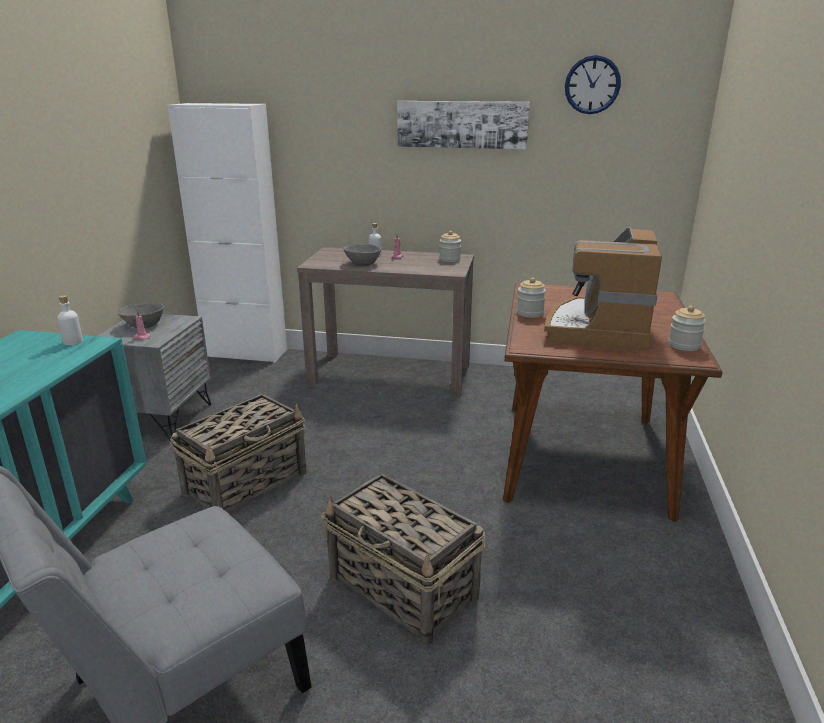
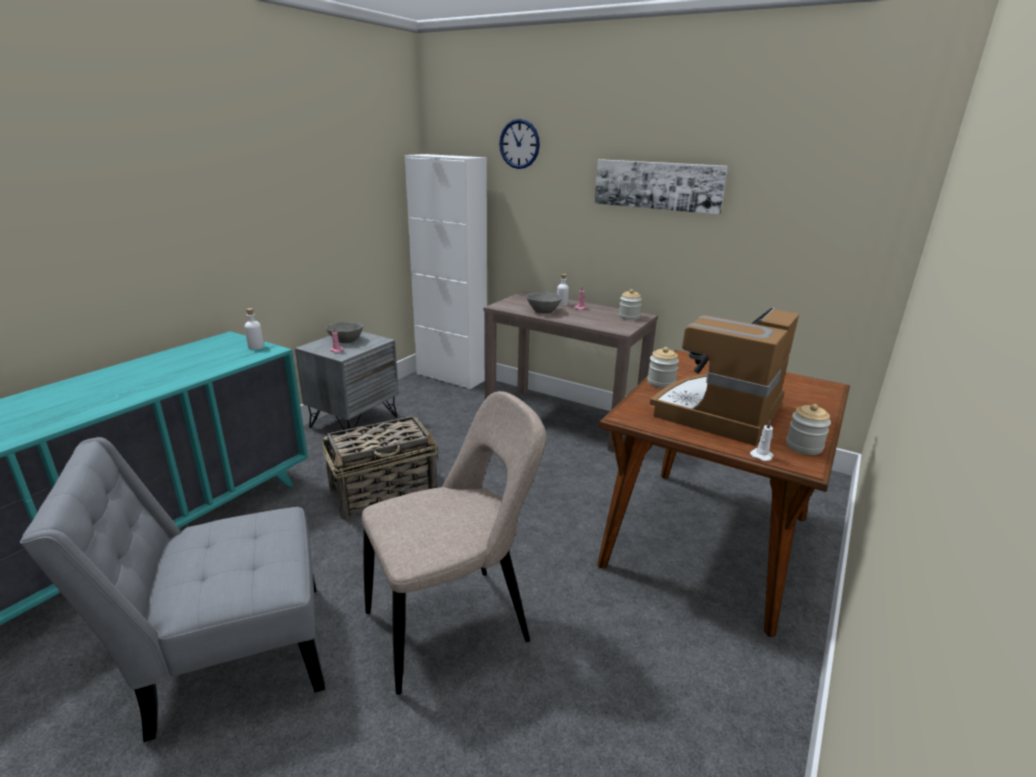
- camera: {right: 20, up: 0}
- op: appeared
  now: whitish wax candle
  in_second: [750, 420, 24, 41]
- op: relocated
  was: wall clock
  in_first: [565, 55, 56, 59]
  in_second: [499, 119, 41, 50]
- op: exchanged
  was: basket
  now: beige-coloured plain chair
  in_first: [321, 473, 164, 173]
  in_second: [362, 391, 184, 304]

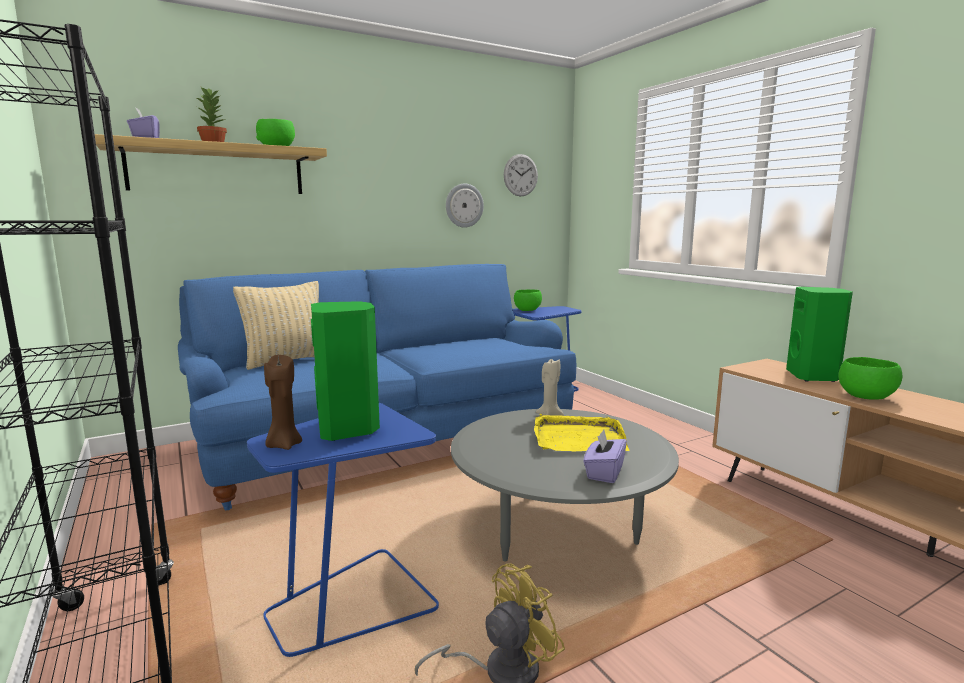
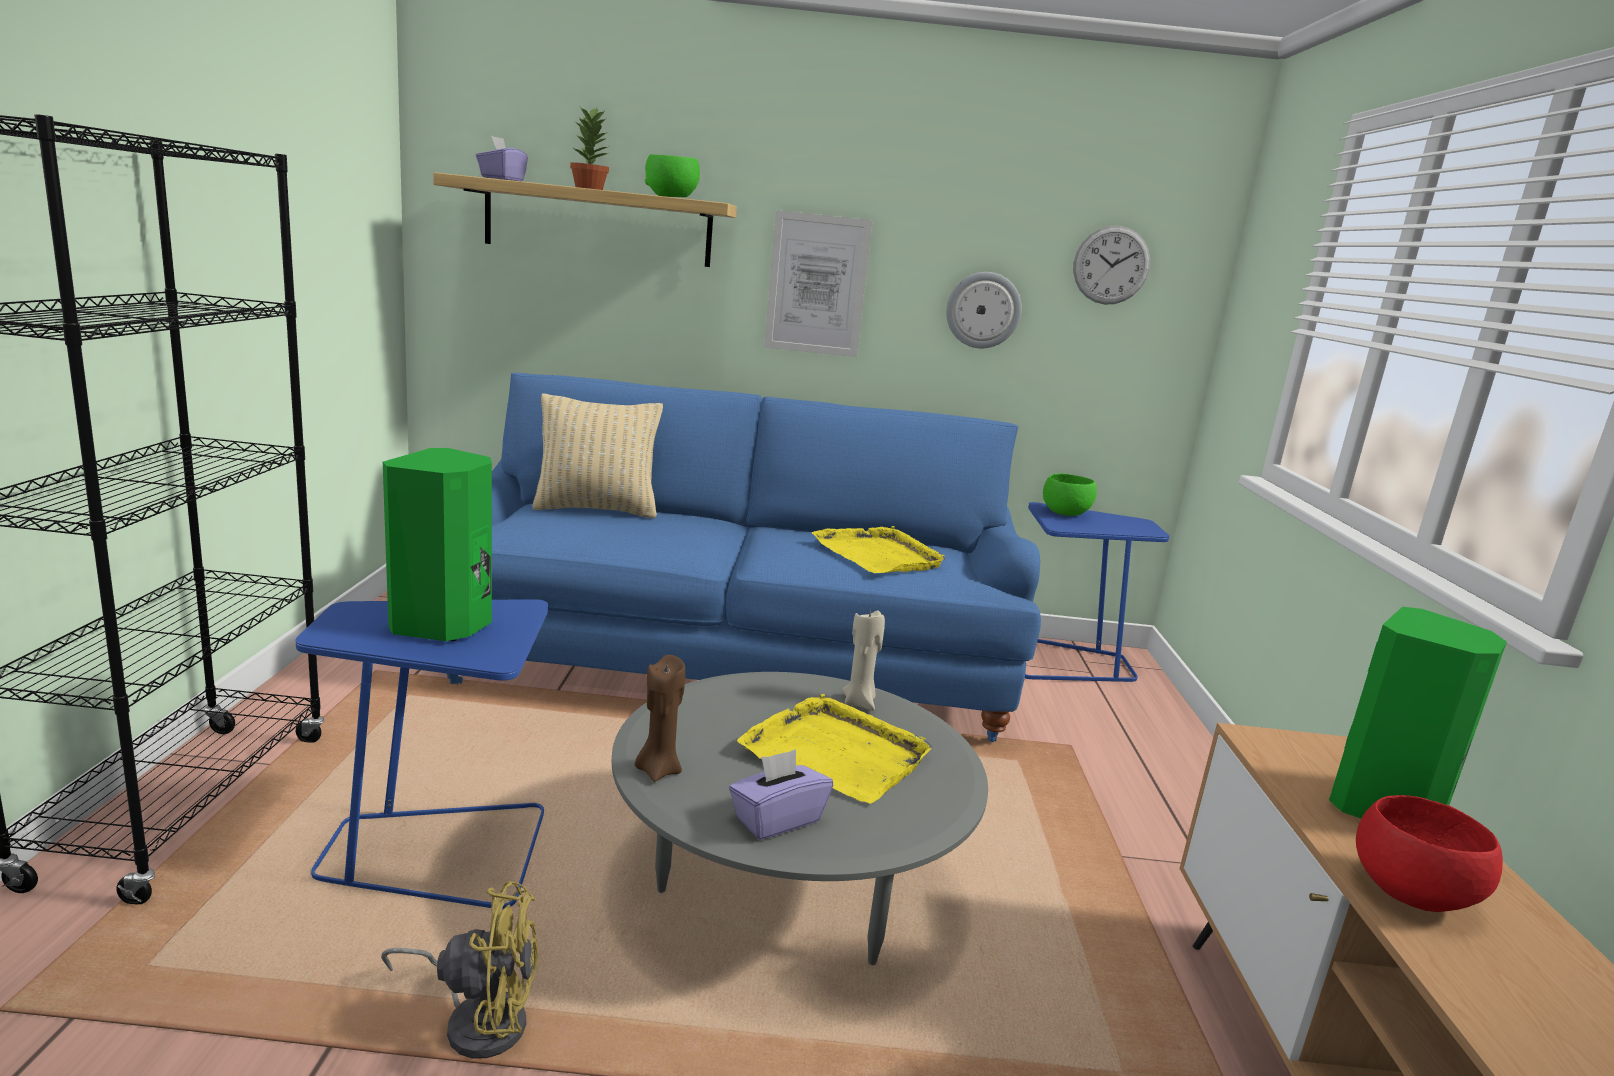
- camera: {right: 30, up: 5}
- op: appeared
  now: wall picture
  in_second: [764, 210, 108, 147]
- op: appeared
  now: yellow serving tray
  in_second: [812, 526, 133, 47]
- op: relocated
  was: brown wax candle
  in_first: [264, 355, 38, 95]
  in_second: [635, 655, 50, 127]
- op: colour
  was: green serving bowl
  now: red serving bowl
  in_first: [838, 357, 64, 43]
  in_second: [1356, 795, 147, 117]

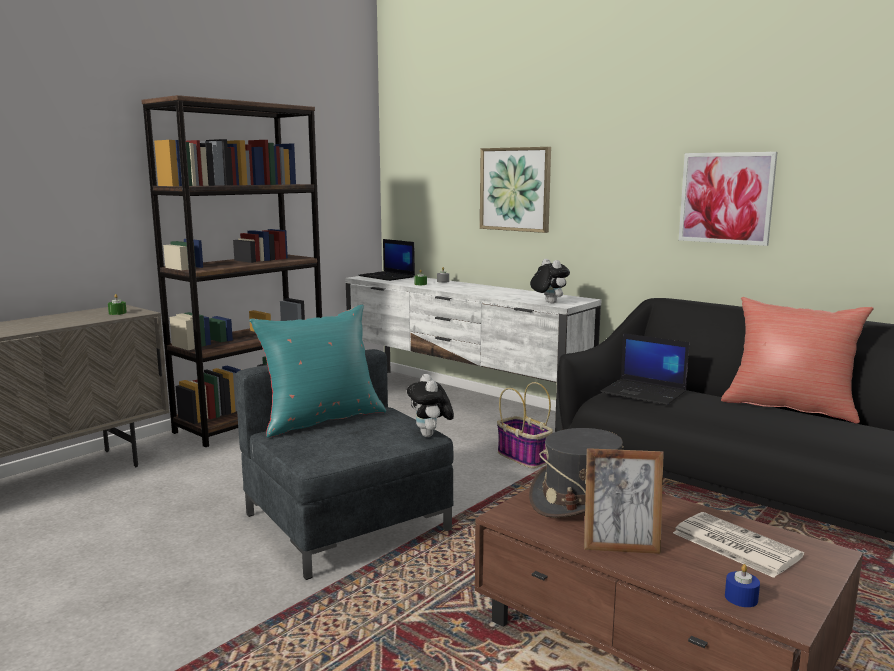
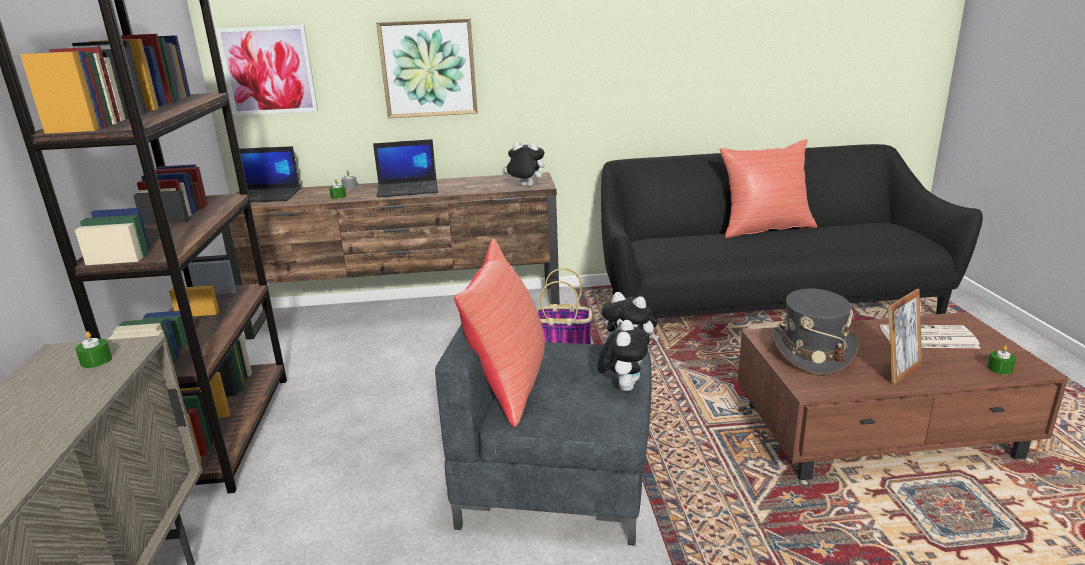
- camera: {right: -45, up: 10}
- op: appeared
  now: soft toy
  in_second: [598, 320, 52, 71]
- op: relocated
  was: notebook computer
  in_first: [600, 333, 89, 72]
  in_second: [373, 139, 65, 59]
- op: relocated
  was: wall picture
  in_first: [679, 152, 98, 94]
  in_second: [216, 25, 102, 91]
- op: colour
  was: blue-green throw pillow
  now: red throw pillow
  in_first: [249, 304, 137, 134]
  in_second: [454, 239, 91, 188]
- op: colour
  was: whitish tv stand
  now: brown tv stand
  in_first: [345, 276, 256, 156]
  in_second: [222, 172, 338, 168]
- op: colour
  was: blue-coloured wax candle
  now: green wax candle
  in_first: [725, 564, 35, 43]
  in_second: [987, 345, 29, 30]

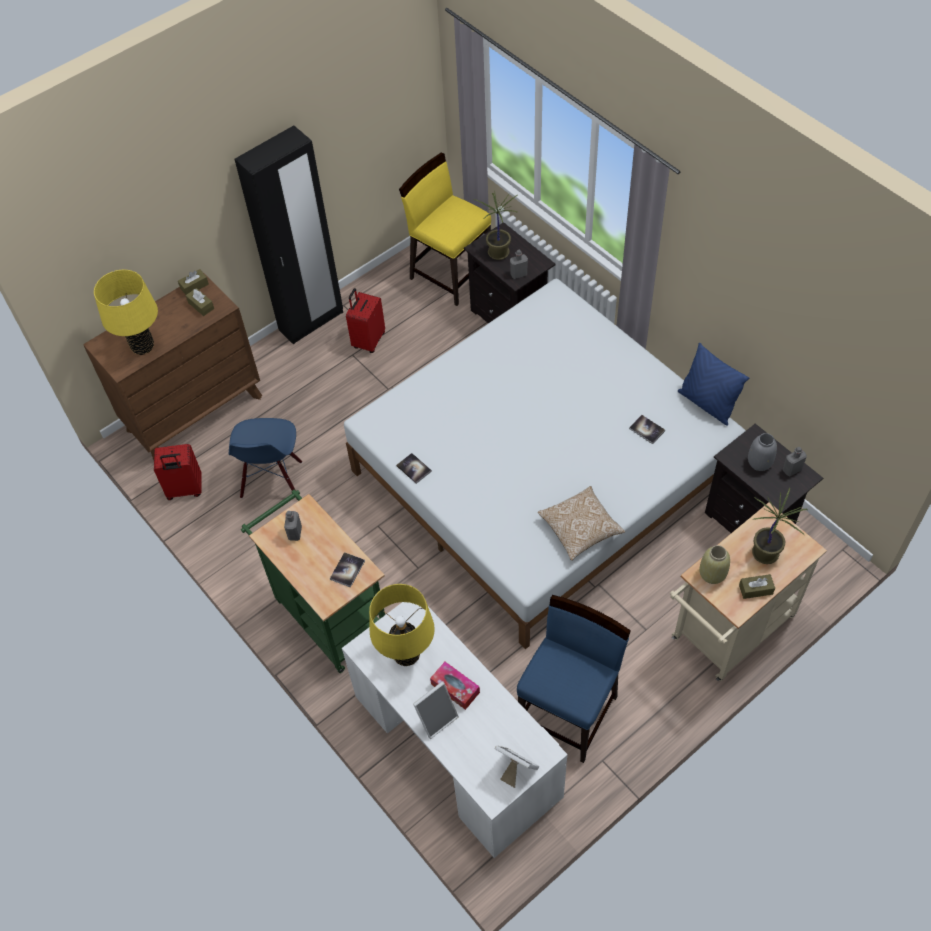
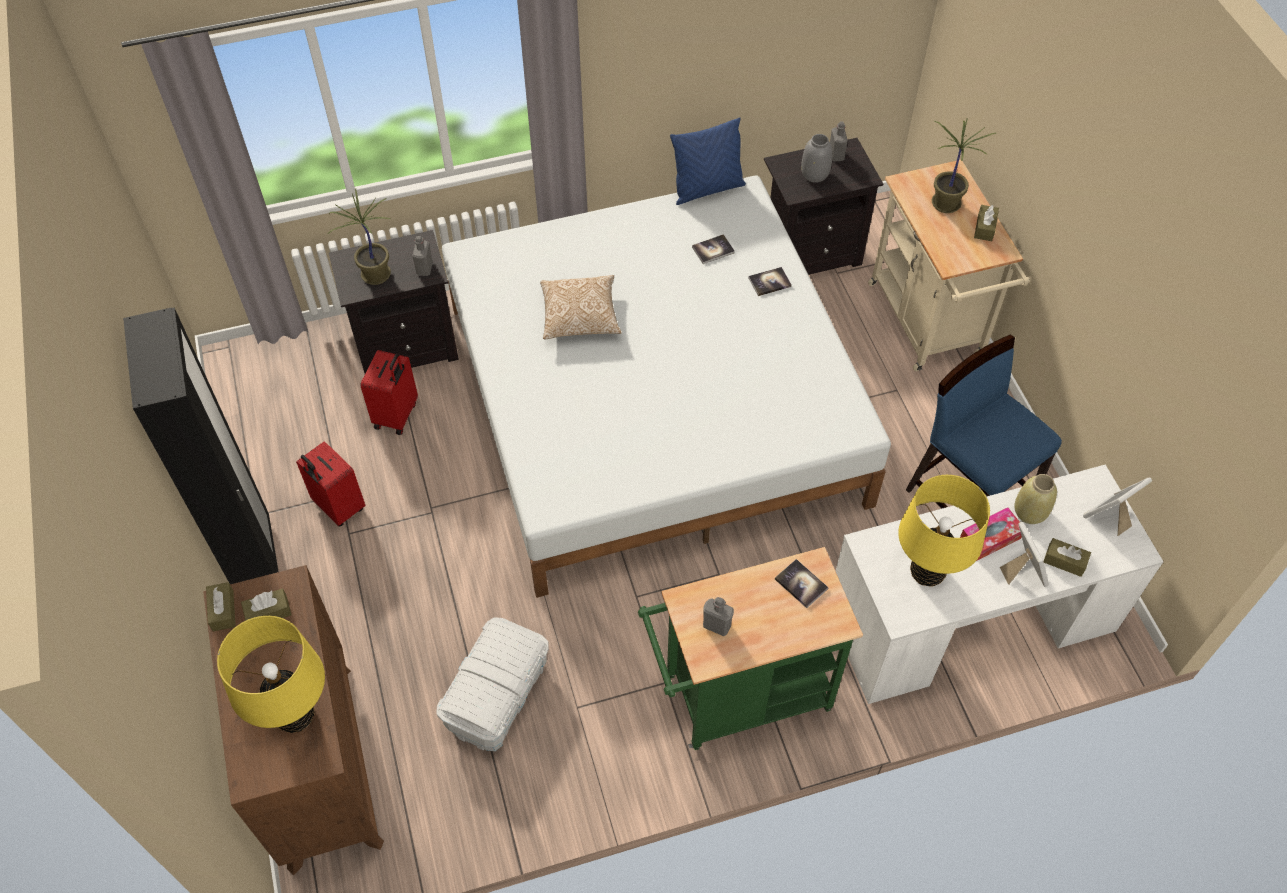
- camera: {right: -70, up: 0}
- op: missing
  was: yellow plain chair
  in_first: [399, 152, 92, 154]
- op: appeared
  now: brown tissue box
  in_second: [1043, 538, 48, 39]
- op: relocated
  was: red piece of luggage
  in_first: [154, 444, 48, 56]
  in_second: [360, 350, 58, 85]
- op: relocated
  was: volume
  in_first: [396, 453, 36, 31]
  in_second: [748, 267, 44, 29]
- op: relocated
  was: throw pillow
  in_first: [538, 486, 87, 75]
  in_second: [540, 275, 82, 65]
- op: relocated
  was: beige-coloured decorative vase
  in_first: [699, 545, 31, 39]
  in_second: [1014, 474, 43, 50]
- op: exchanged
  was: blue-coloured plain chair
  now: whitish storage bin
  in_first: [229, 418, 73, 80]
  in_second: [437, 617, 111, 134]

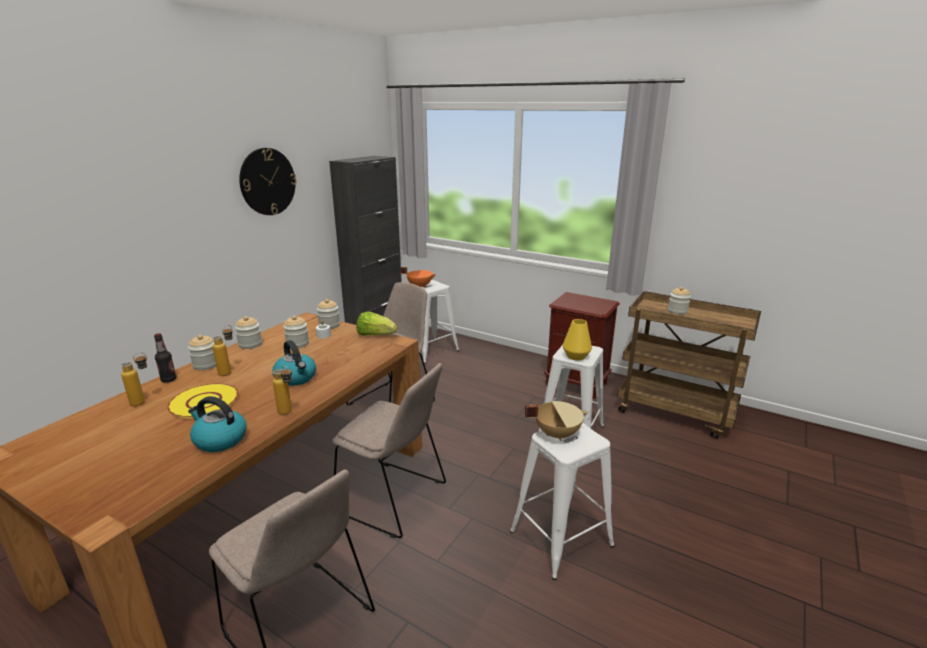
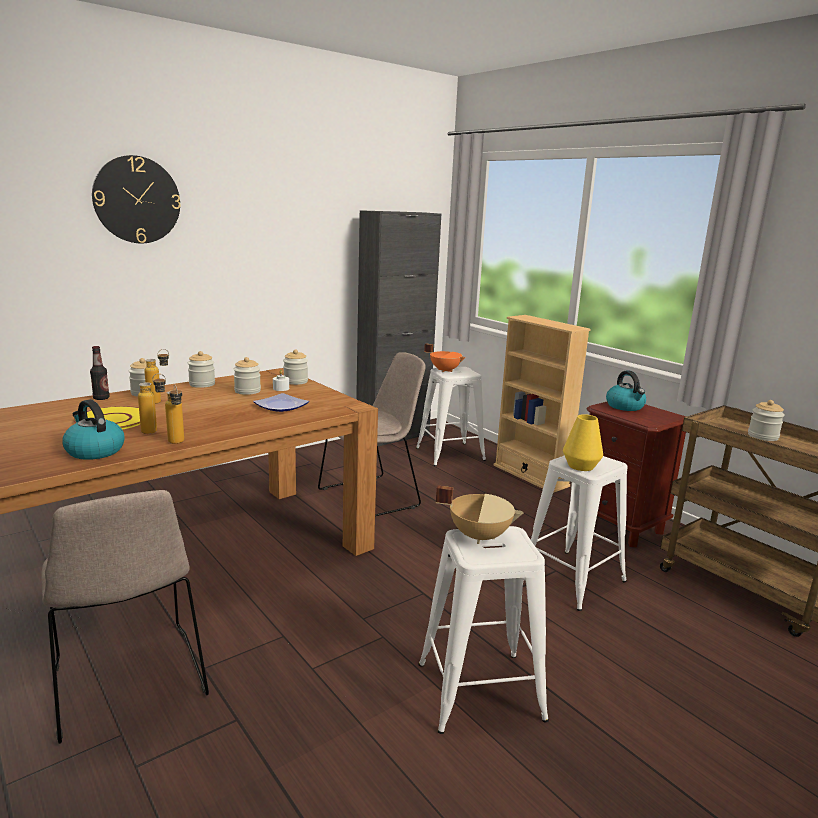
- camera: {right: 20, up: -5}
- op: missing
  was: beige-coloured plain chair
  in_first: [332, 363, 114, 175]
- op: missing
  was: lettuce
  in_first: [356, 311, 41, 25]
- op: appeared
  now: plate
  in_second: [253, 393, 56, 19]
- op: appeared
  now: beige-coloured bookcase
  in_second: [494, 315, 97, 178]
- op: relocated
  was: bottle
  in_first: [121, 352, 26, 54]
  in_second: [138, 373, 28, 61]
- op: relocated
  was: wall clock
  in_first: [239, 148, 58, 67]
  in_second: [92, 155, 89, 88]
- op: relocated
  was: kettle
  in_first: [272, 340, 44, 46]
  in_second: [606, 371, 40, 40]

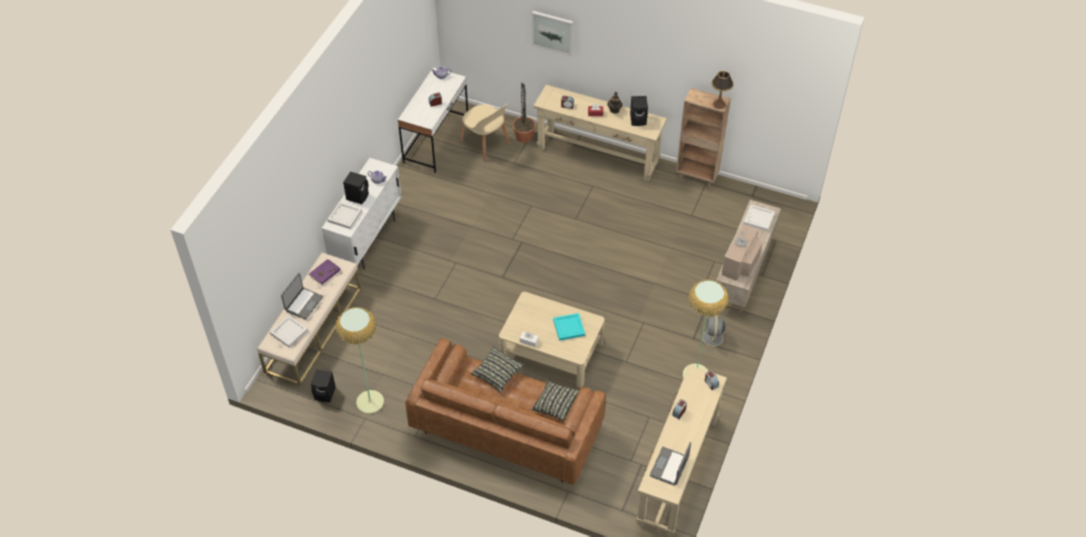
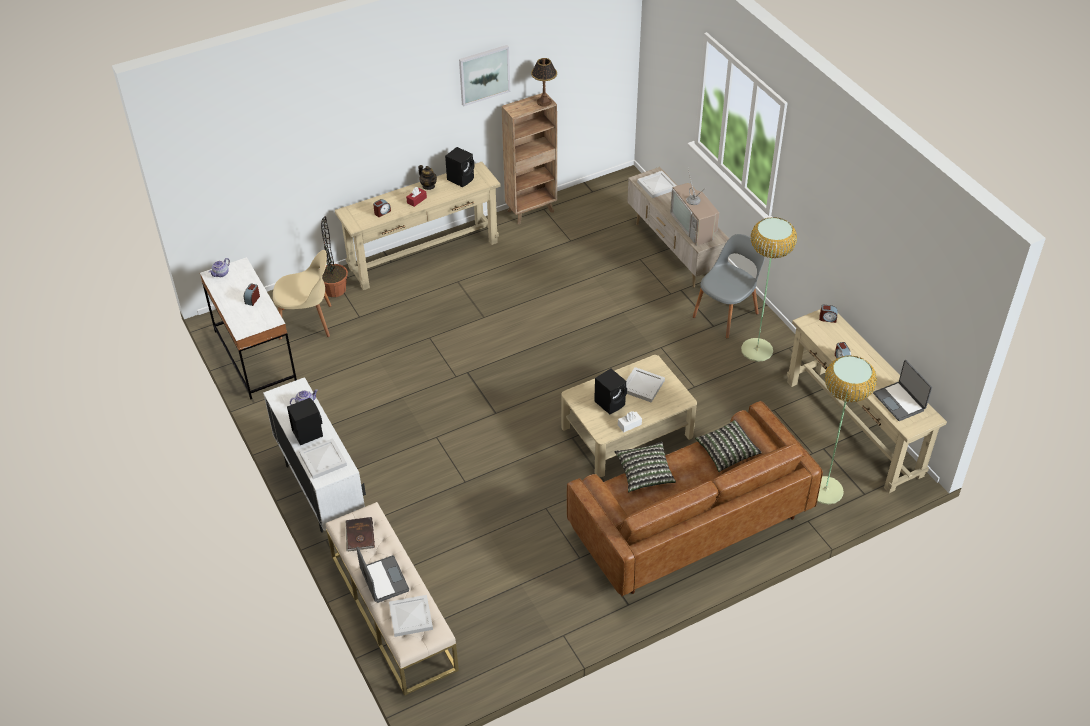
- camera: {right: -50, up: -5}
- op: relocated
  was: black-coloured loudspeaker
  in_first: [311, 369, 25, 33]
  in_second: [594, 369, 33, 46]
- op: relocated
  was: standing lamp
  in_first: [336, 307, 48, 107]
  in_second: [817, 355, 60, 150]
- op: relocated
  was: wall picture
  in_first: [532, 11, 41, 45]
  in_second: [459, 45, 51, 61]
- op: exchanged
  was: gray electric fan
  now: gray plain chair
  in_first: [698, 313, 30, 38]
  in_second: [693, 234, 72, 105]
- op: colour
  was: purple volume
  now: brown volume
  in_first: [309, 259, 32, 25]
  in_second: [346, 517, 29, 34]
- op: colour
  was: blue-green serving tray
  now: whitish serving tray
  in_first: [553, 313, 32, 28]
  in_second: [626, 367, 39, 36]

